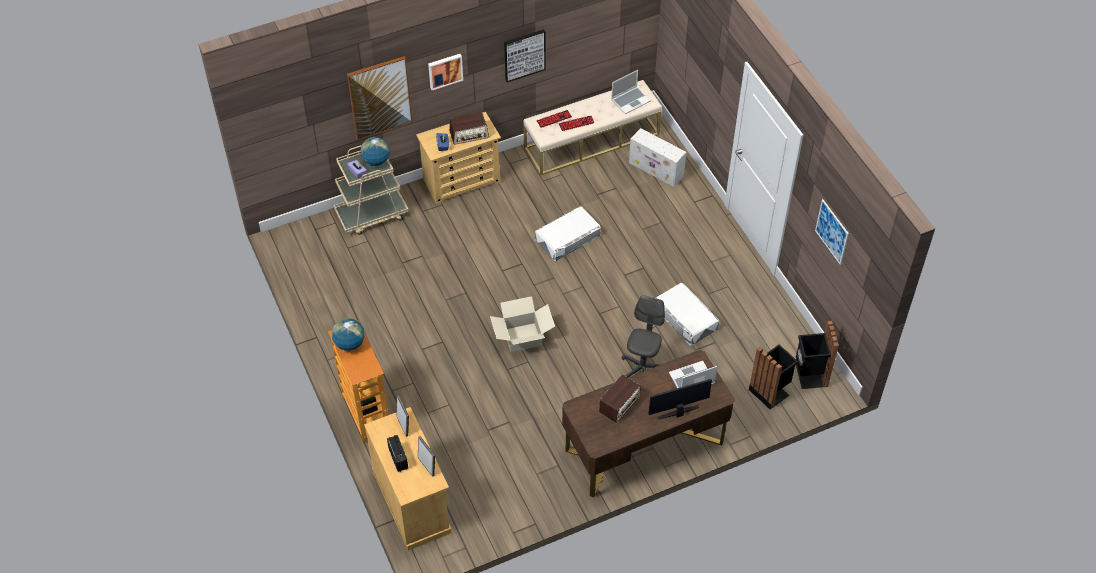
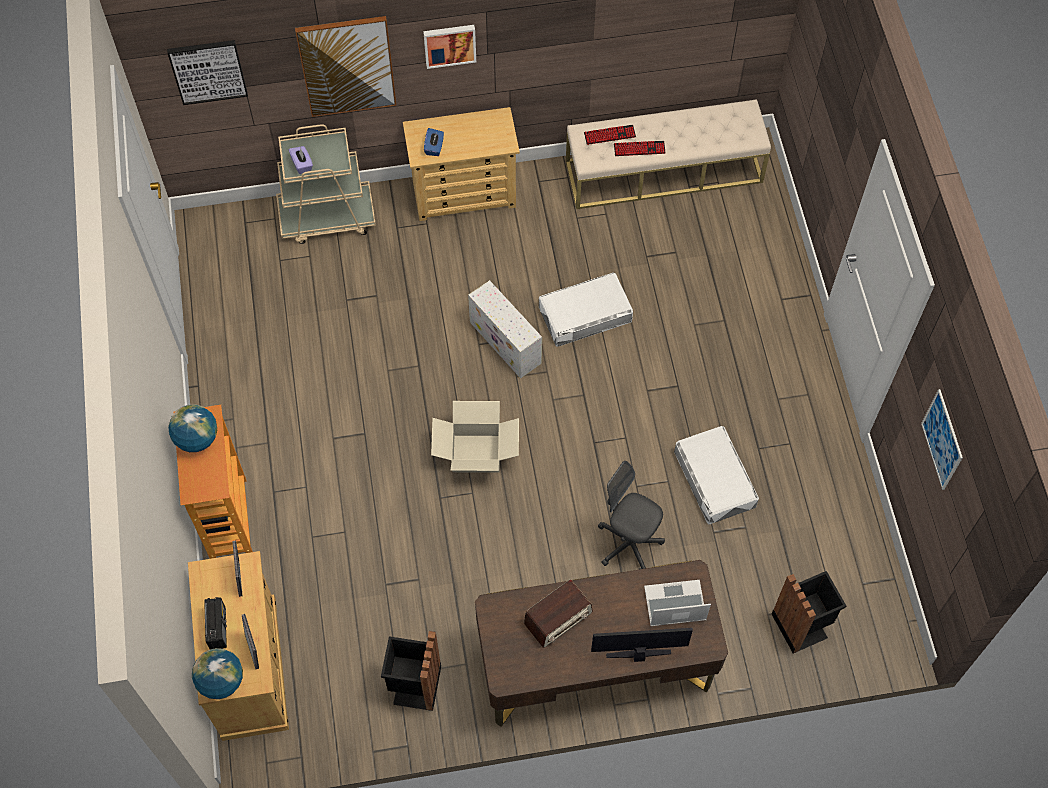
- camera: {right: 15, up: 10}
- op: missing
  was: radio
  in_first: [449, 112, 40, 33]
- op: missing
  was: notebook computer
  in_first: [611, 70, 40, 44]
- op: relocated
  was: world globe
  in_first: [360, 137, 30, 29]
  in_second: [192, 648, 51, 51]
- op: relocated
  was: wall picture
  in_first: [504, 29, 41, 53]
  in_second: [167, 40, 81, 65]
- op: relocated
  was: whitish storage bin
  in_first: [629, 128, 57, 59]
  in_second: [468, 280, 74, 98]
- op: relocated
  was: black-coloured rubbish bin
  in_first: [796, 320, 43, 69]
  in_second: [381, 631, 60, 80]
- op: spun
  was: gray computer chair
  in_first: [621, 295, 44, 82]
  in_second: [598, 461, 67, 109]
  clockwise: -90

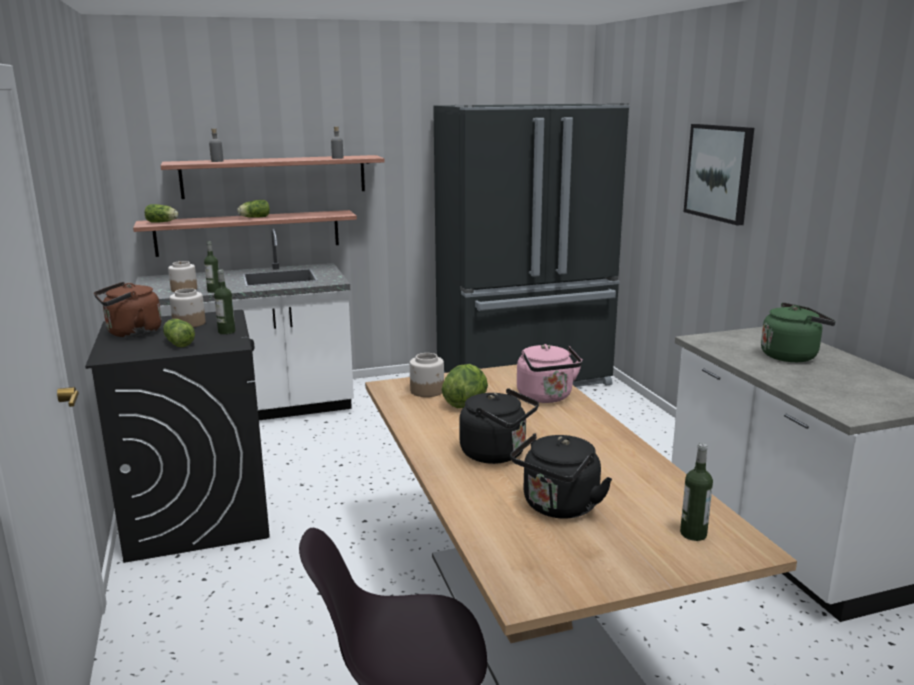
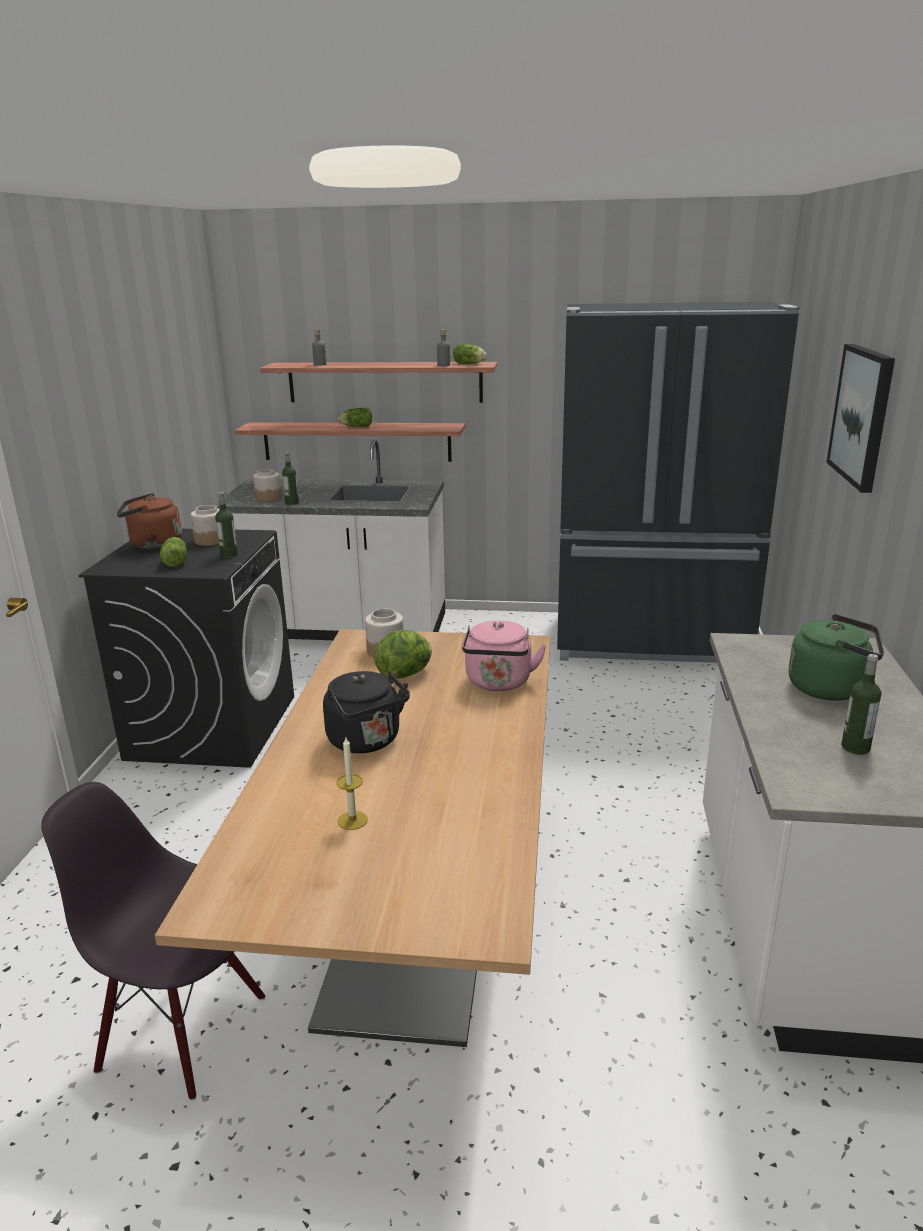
- camera: {right: 25, up: 5}
- op: relocated
  was: lettuce
  in_first: [145, 204, 33, 19]
  in_second: [453, 344, 34, 20]
- op: relocated
  was: bottle
  in_first: [680, 443, 33, 98]
  in_second: [841, 654, 40, 101]
- op: exchanged
  was: black-coloured kettle
  now: wax candle
  in_first: [510, 433, 102, 86]
  in_second: [336, 737, 32, 93]

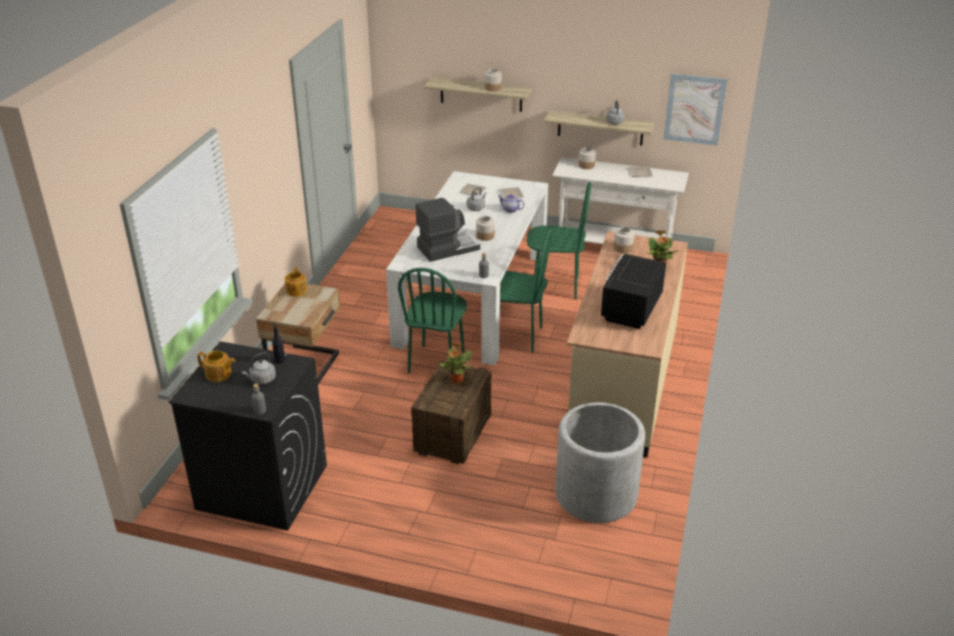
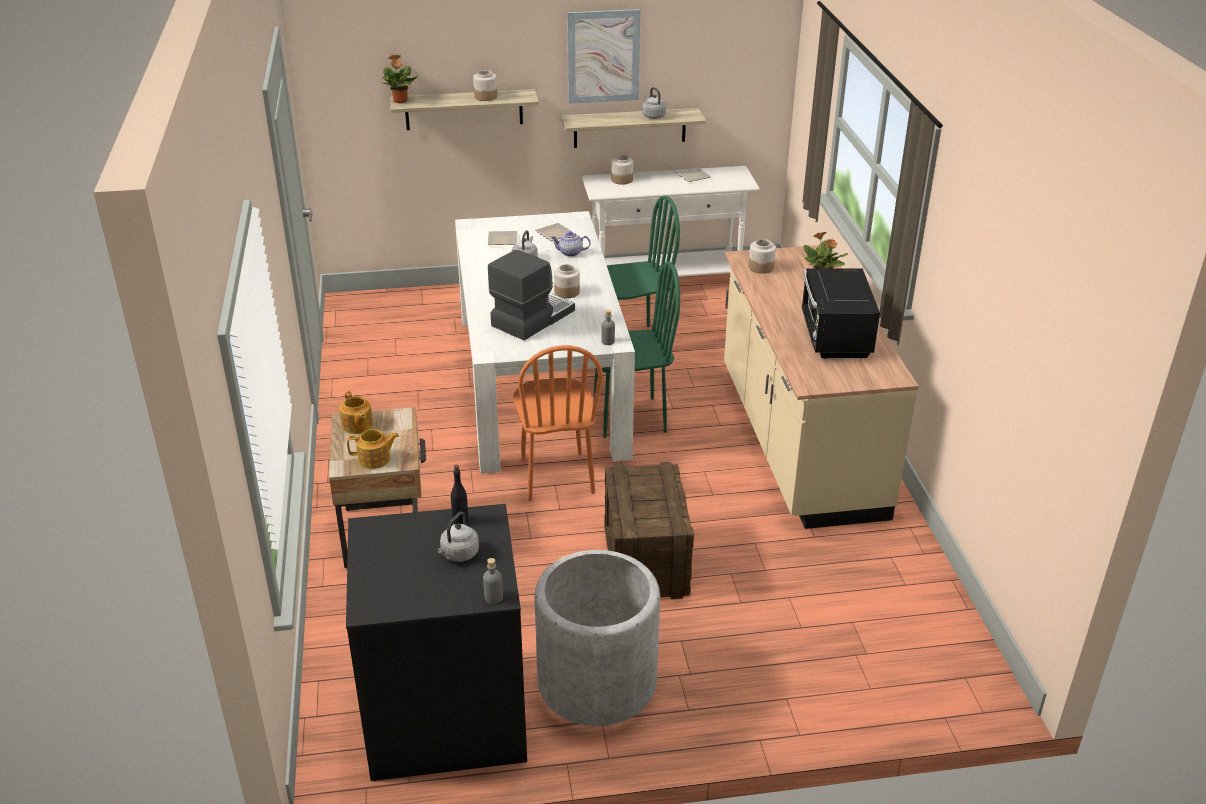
- camera: {right: -25, up: 0}
- op: relocated
  was: pot for tea
  in_first: [197, 351, 38, 31]
  in_second: [347, 429, 52, 40]
- op: relocated
  was: potted plant
  in_first: [439, 343, 33, 40]
  in_second: [381, 55, 37, 48]
- op: relocated
  was: gray planter
  in_first: [555, 402, 90, 121]
  in_second: [534, 550, 126, 176]
- op: relocated
  was: wall picture
  in_first: [664, 73, 63, 73]
  in_second: [567, 9, 73, 95]
- op: colour
  was: green plain chair
  now: orangey plain chair
  in_first: [398, 268, 69, 105]
  in_second: [513, 345, 90, 156]

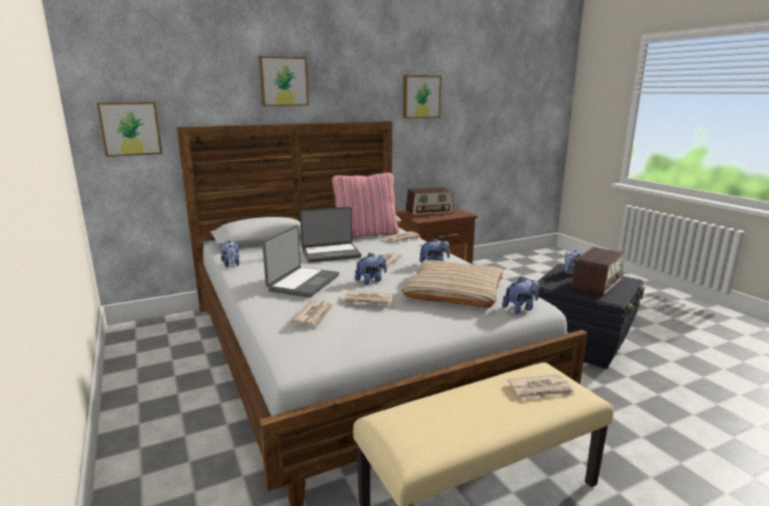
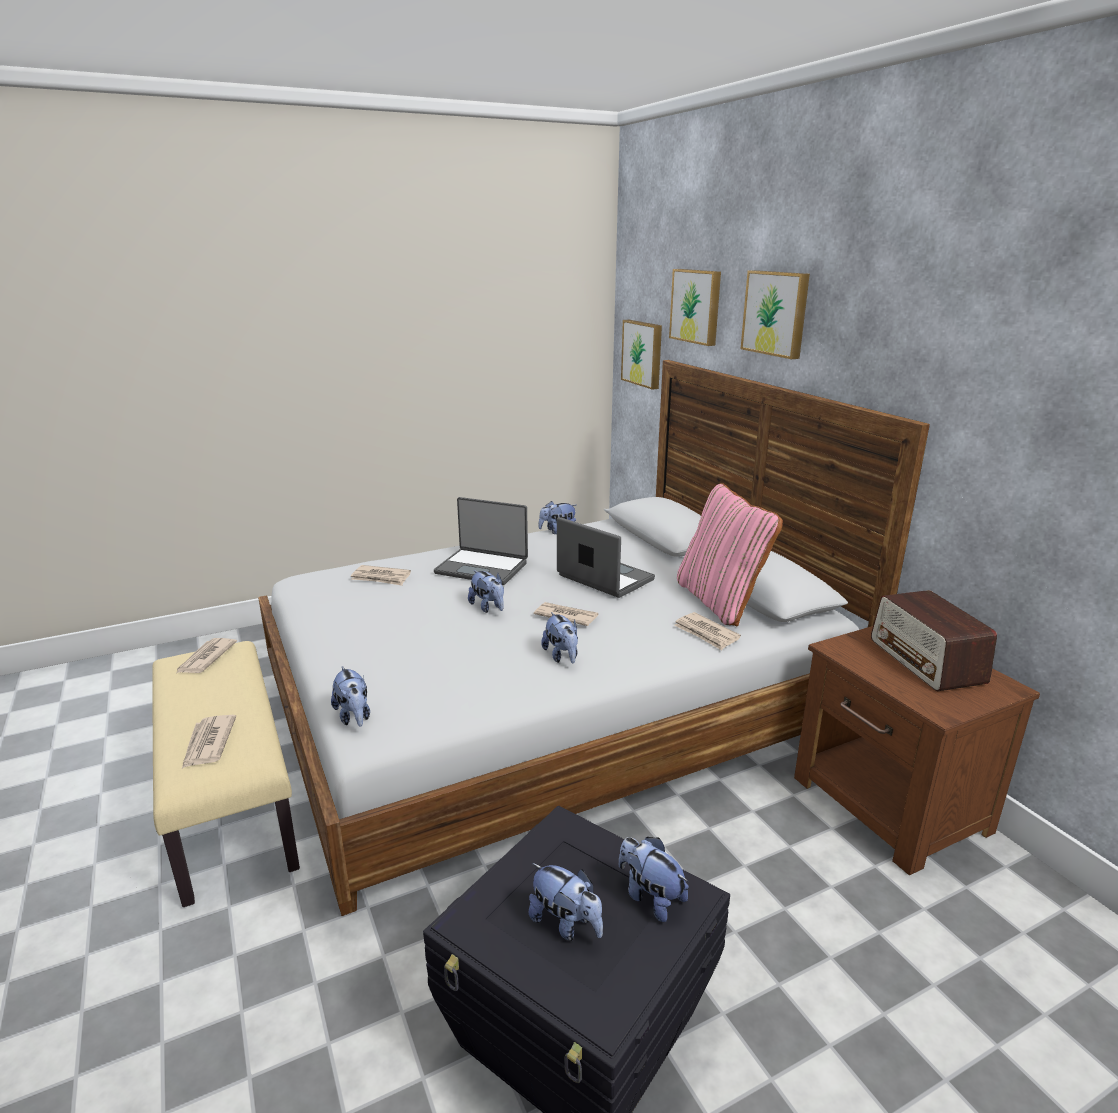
- camera: {right: 90, up: 5}
- op: missing
  was: beige-coloured throw pillow
  in_first: [402, 260, 101, 48]
- op: relocated
  was: newspaper
  in_first: [343, 290, 50, 17]
  in_second: [175, 638, 62, 36]
- op: relocated
  was: wall picture
  in_first: [403, 75, 38, 44]
  in_second: [669, 269, 52, 77]
- op: exchanged
  was: radio
  now: soft toy
  in_first: [571, 247, 54, 49]
  in_second: [529, 863, 74, 78]
- op: spun
  was: notebook computer
  in_first: [300, 207, 62, 56]
  in_second: [557, 517, 98, 81]
  clockwise: 150

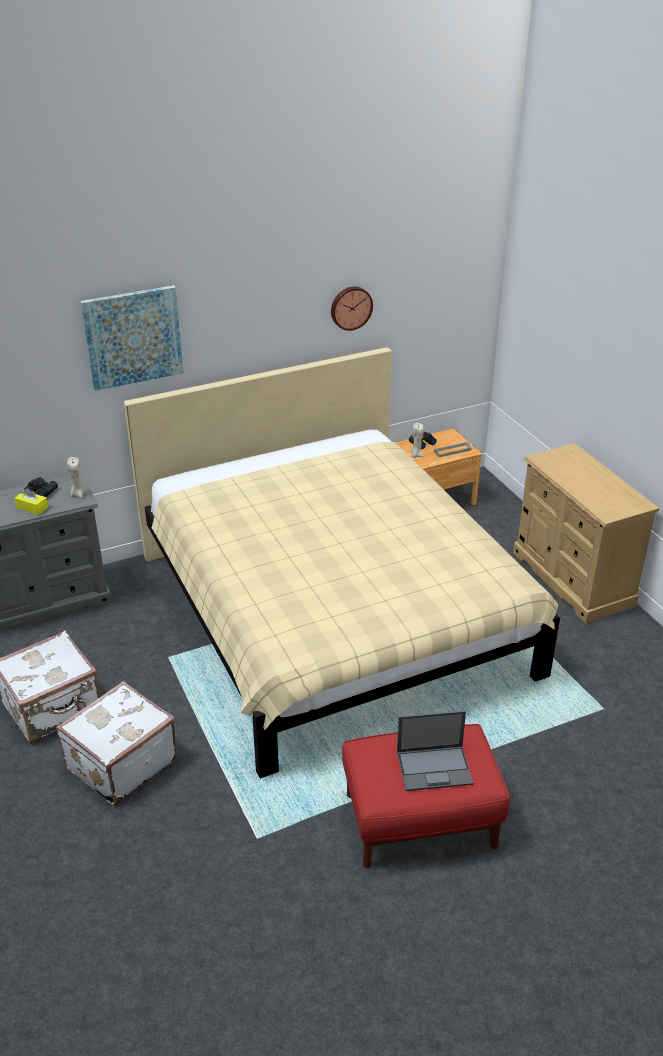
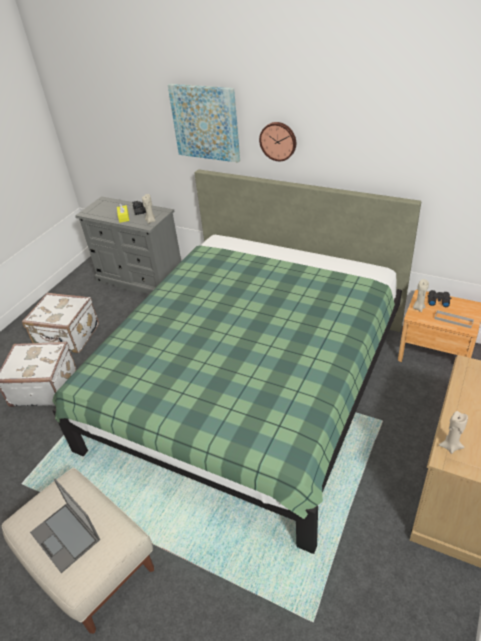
- camera: {right: 55, up: 5}
- op: appeared
  now: beige-coloured wax candle
  in_second: [439, 411, 29, 43]
- op: relocated
  was: wall clock
  in_first: [331, 286, 42, 45]
  in_second: [259, 122, 37, 39]
- op: colour
  was: beige-coloured sleeping bed
  now: green sleeping bed
  in_first: [124, 347, 436, 431]
  in_second: [52, 169, 369, 385]
- op: colour
  was: red pouffe
  now: beige-coloured pouffe
  in_first: [342, 724, 168, 144]
  in_second: [2, 468, 152, 166]

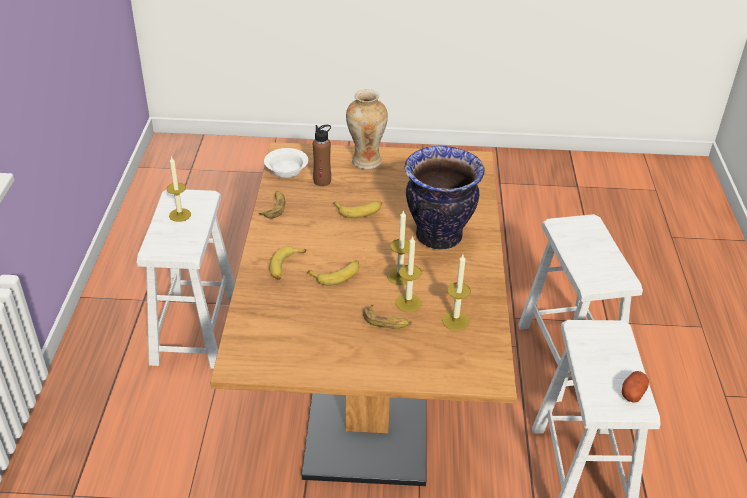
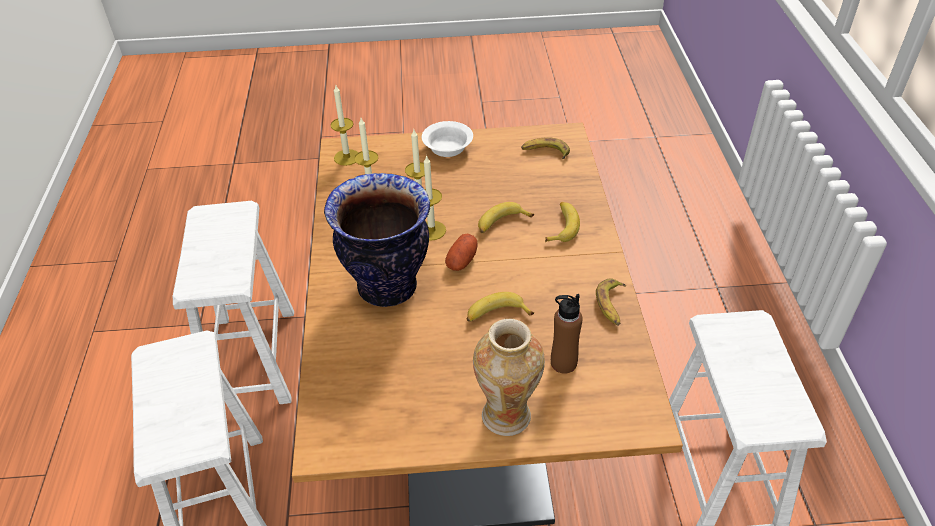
- camera: {right: 175, up: 5}
- op: relocated
  was: wax candle
  in_first: [167, 156, 24, 66]
  in_second: [330, 85, 28, 81]
- op: relocated
  was: whitish serving bowl
  in_first: [264, 148, 44, 30]
  in_second: [422, 121, 51, 36]
- op: relocated
  was: banana fruit
  in_first: [363, 305, 49, 23]
  in_second: [521, 137, 49, 22]
- op: relocated
  was: potato
  in_first: [622, 371, 27, 32]
  in_second: [445, 233, 32, 38]

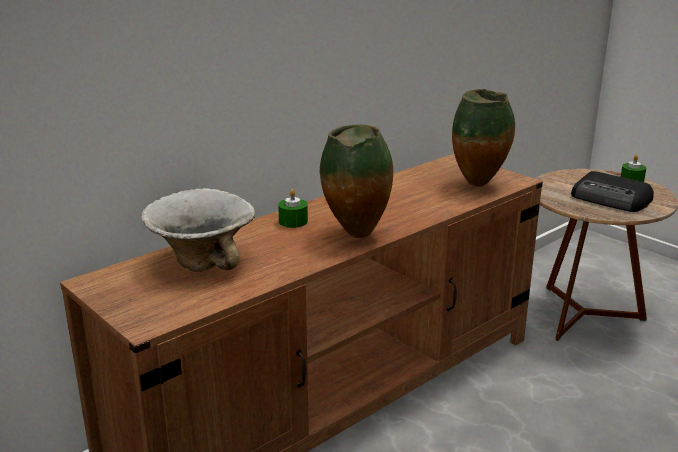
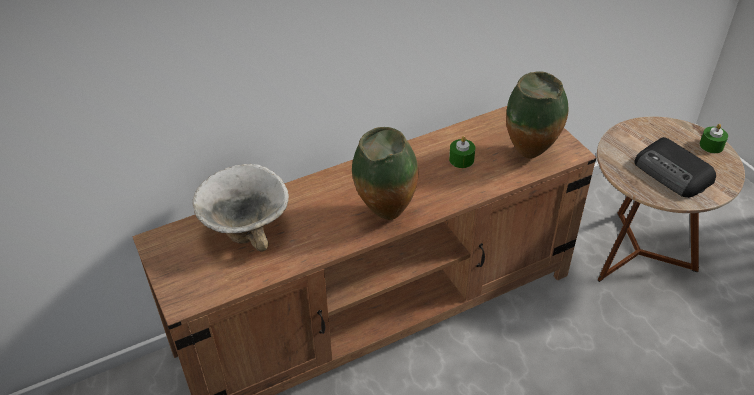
- camera: {right: 15, up: 20}
- op: relocated
  was: green wax candle
  in_first: [278, 189, 30, 39]
  in_second: [449, 136, 26, 32]

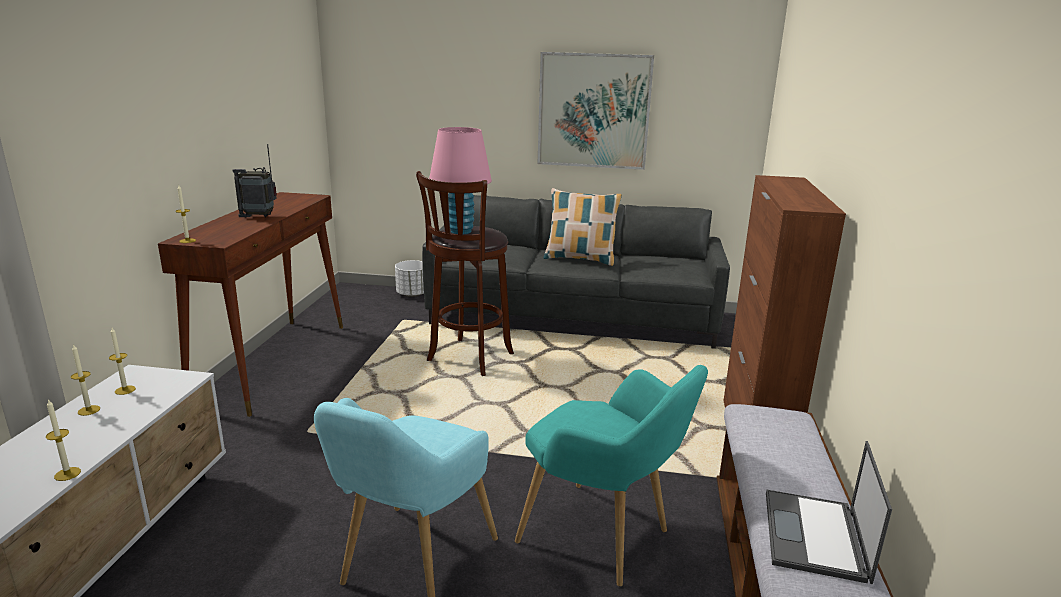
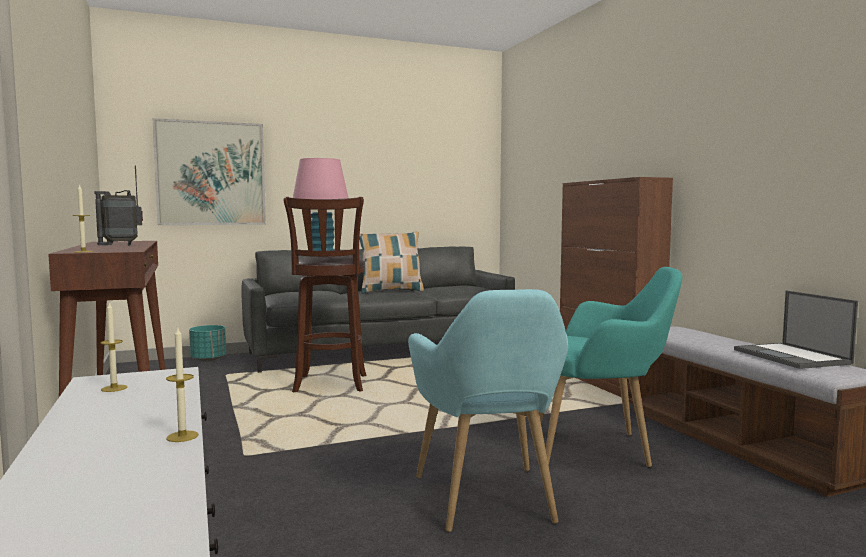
- camera: {right: -30, up: -15}
- op: missing
  was: wax candle
  in_first: [71, 344, 29, 72]
- op: relocated
  was: wall picture
  in_first: [538, 52, 116, 118]
  in_second: [152, 118, 114, 107]
- op: colour
  was: whitish planter
  now: blue-green planter
  in_first: [395, 260, 29, 37]
  in_second: [189, 325, 37, 36]

